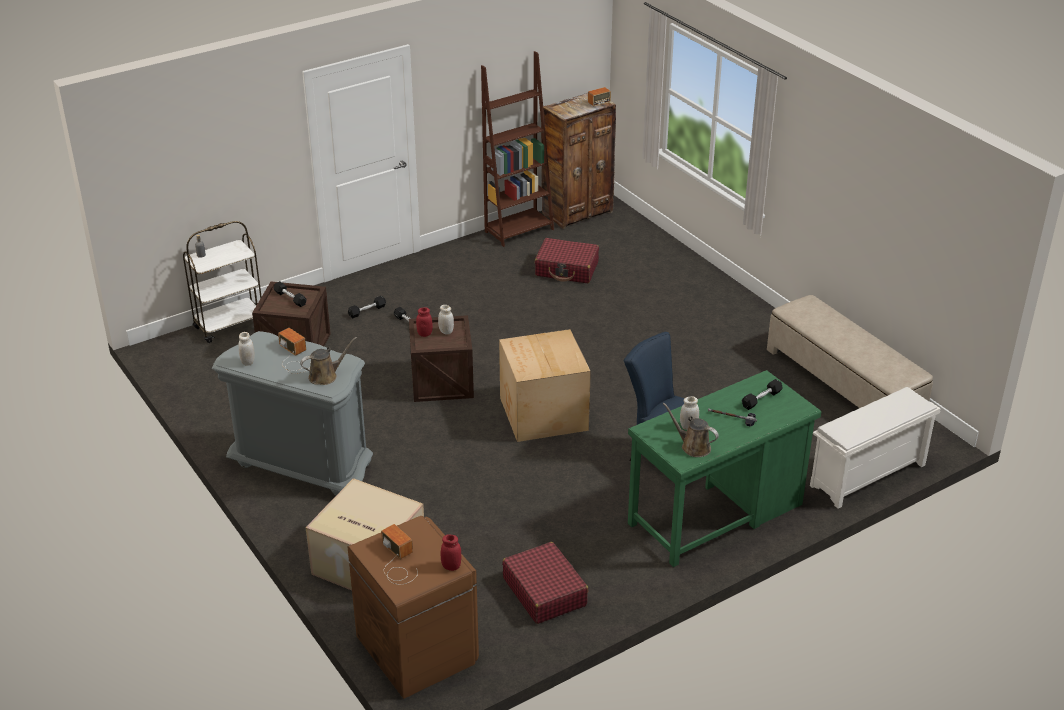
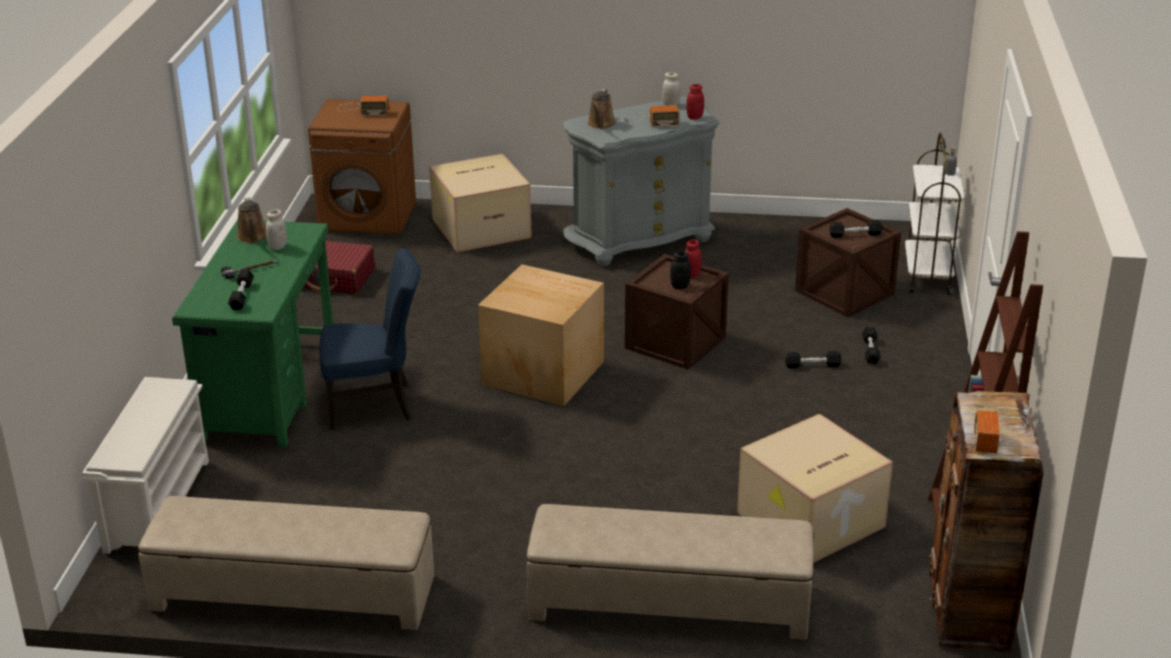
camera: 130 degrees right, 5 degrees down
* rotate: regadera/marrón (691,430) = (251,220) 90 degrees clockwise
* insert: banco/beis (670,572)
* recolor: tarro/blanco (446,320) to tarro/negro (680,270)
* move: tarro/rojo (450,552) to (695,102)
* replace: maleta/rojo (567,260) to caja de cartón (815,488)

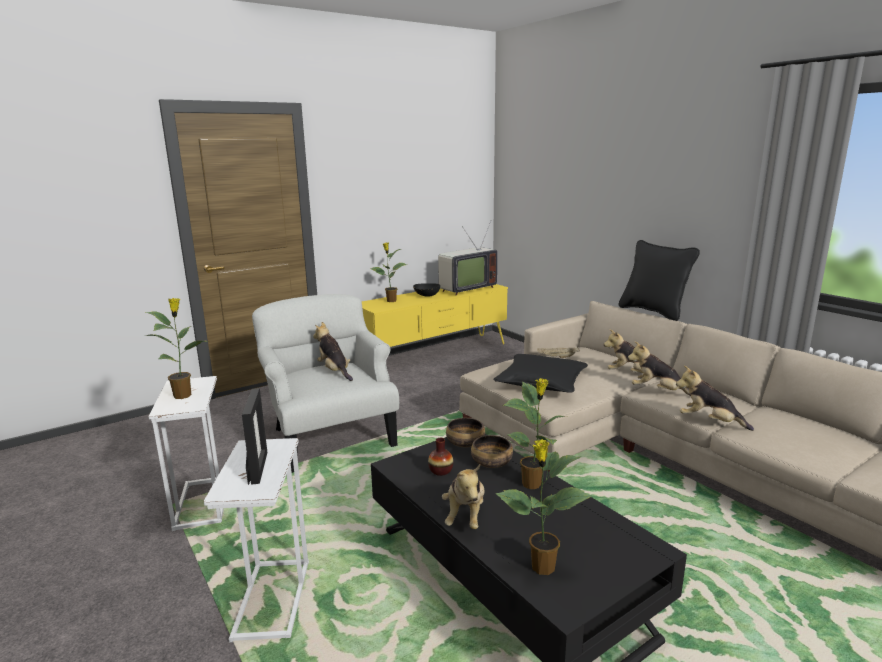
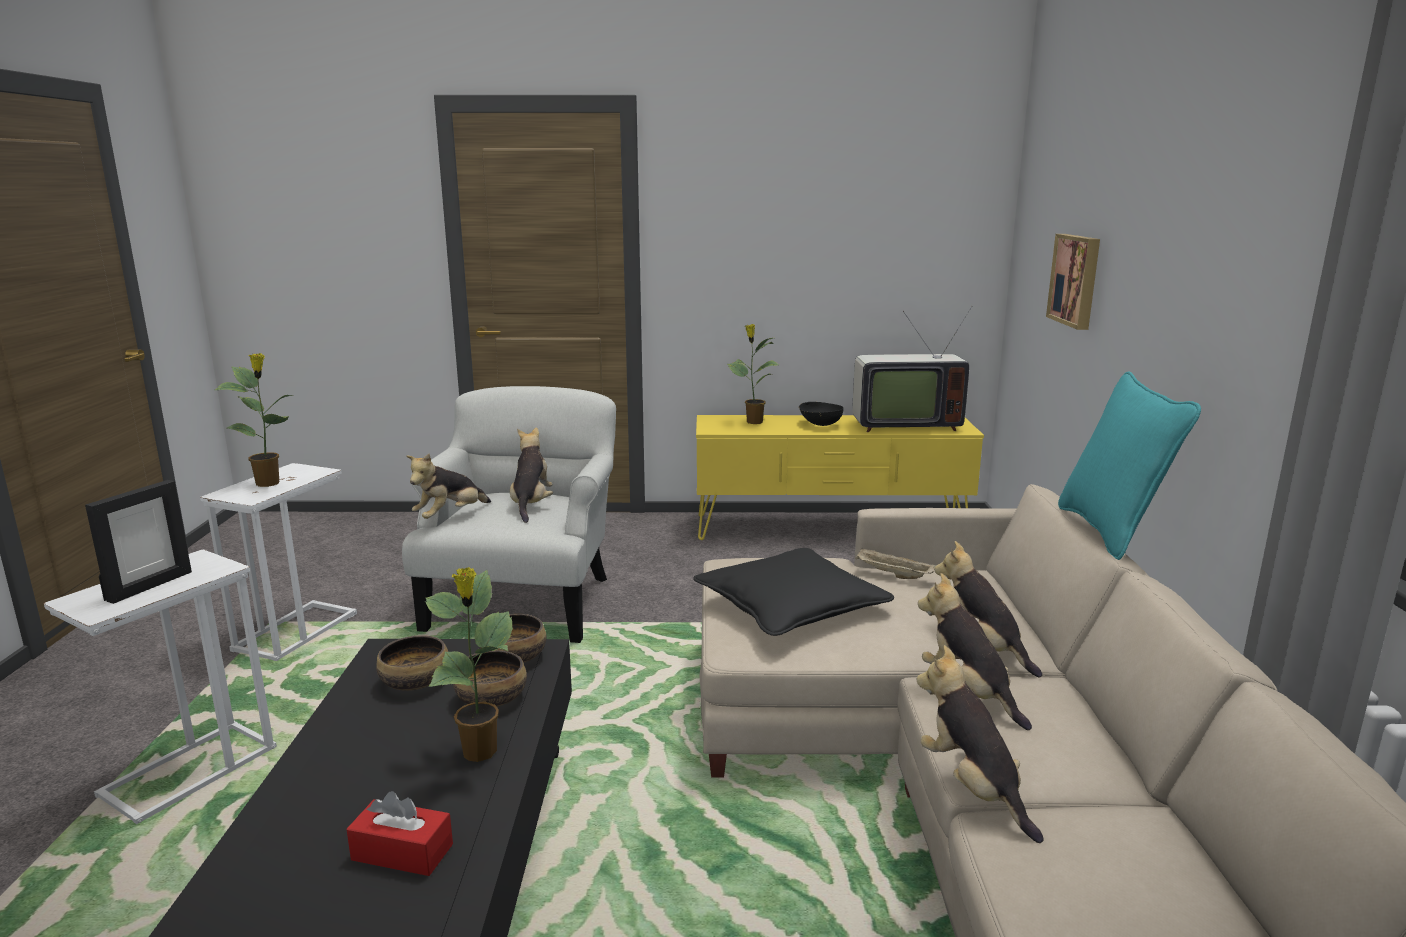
camera: 35 degrees right, 0 degrees up
* insert: caja de pañuelos/rojo (399,833)
* replace: florero (440,457) to cuenco (412,663)
* move: peluche (463,497) to (448,486)
* insert: cuadro (1073,282)
* recolor: cojín/negro (659,280) to cojín/turquesa (1129,465)
* delete: planta en maceta (543,507)

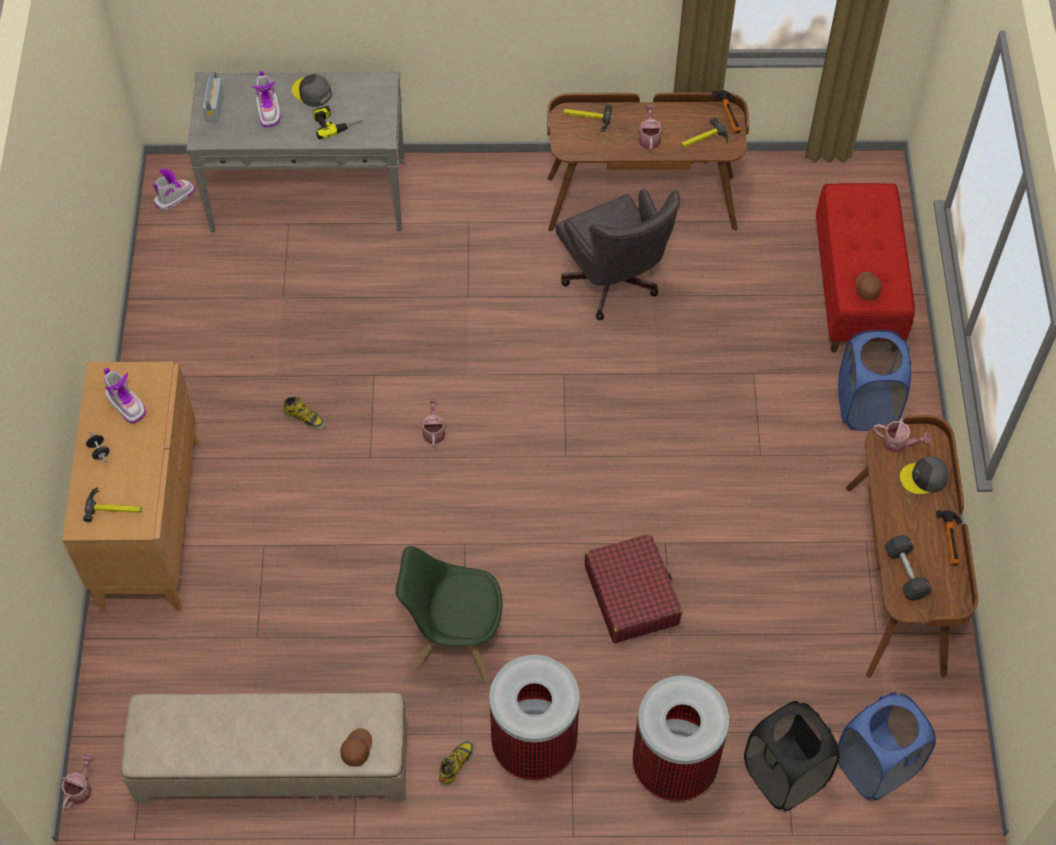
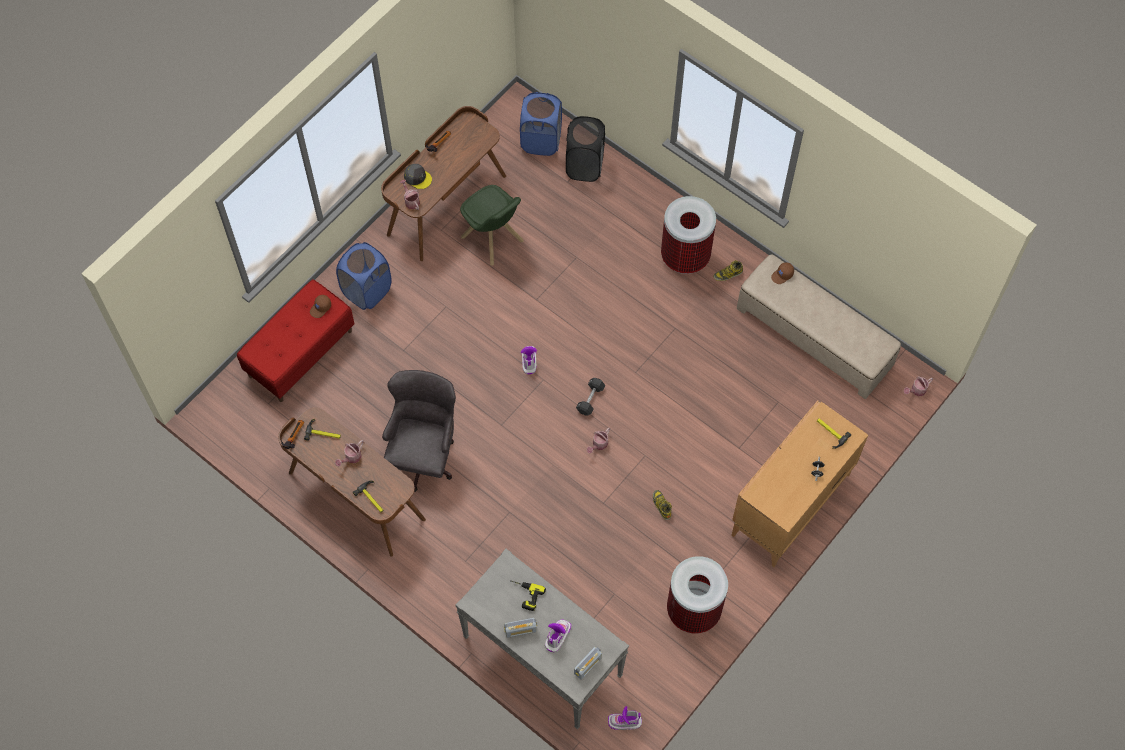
camera: 140 degrees left, 5 degrees up
* move: silla/verde (449,614) to (491,225)
* replace: gorra/gris (312,90) to radio (520,628)
* move: bota (125,395) to (529,360)
* move: mancuerna/negro (908,568) to (590,397)
* move: papelera (681,738) to (697,595)
* delete: maleta/rojo (633,588)

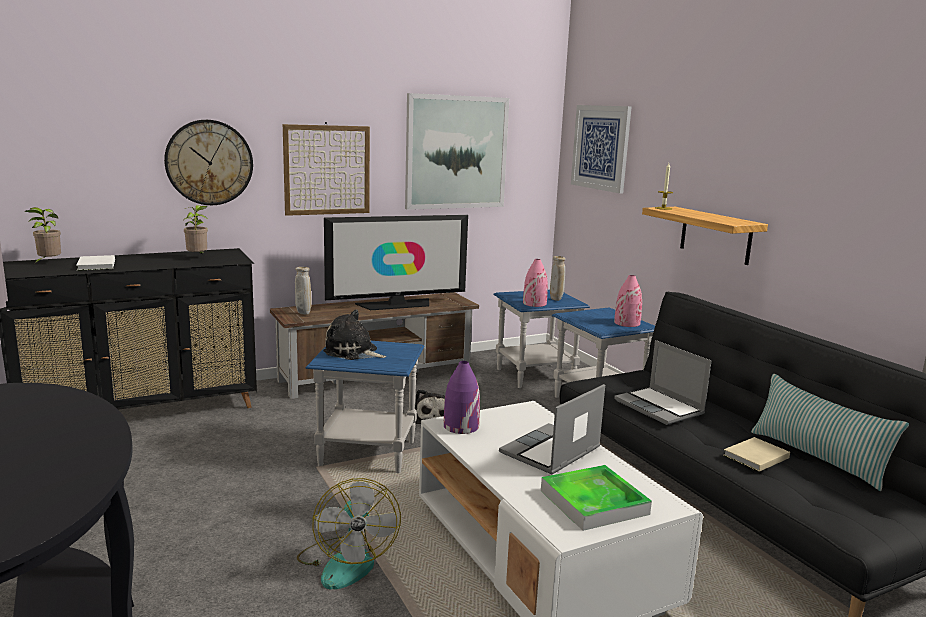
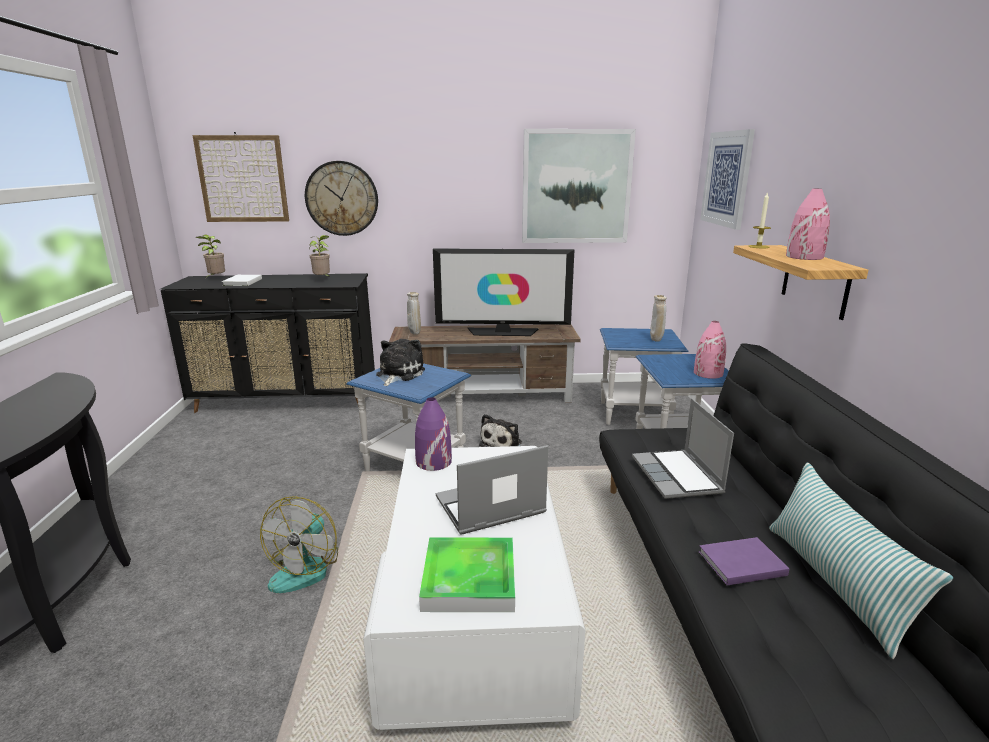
camera: 25 degrees right, 5 degrees up
* move: cuadro (326,169) to (240,177)
* rotate: peluche (354,335) = (400,362) 60 degrees clockwise
* recolor: libro/beis (756,454) to libro/morado (744,561)
* move: florero/rosa (535,283) to (808,224)

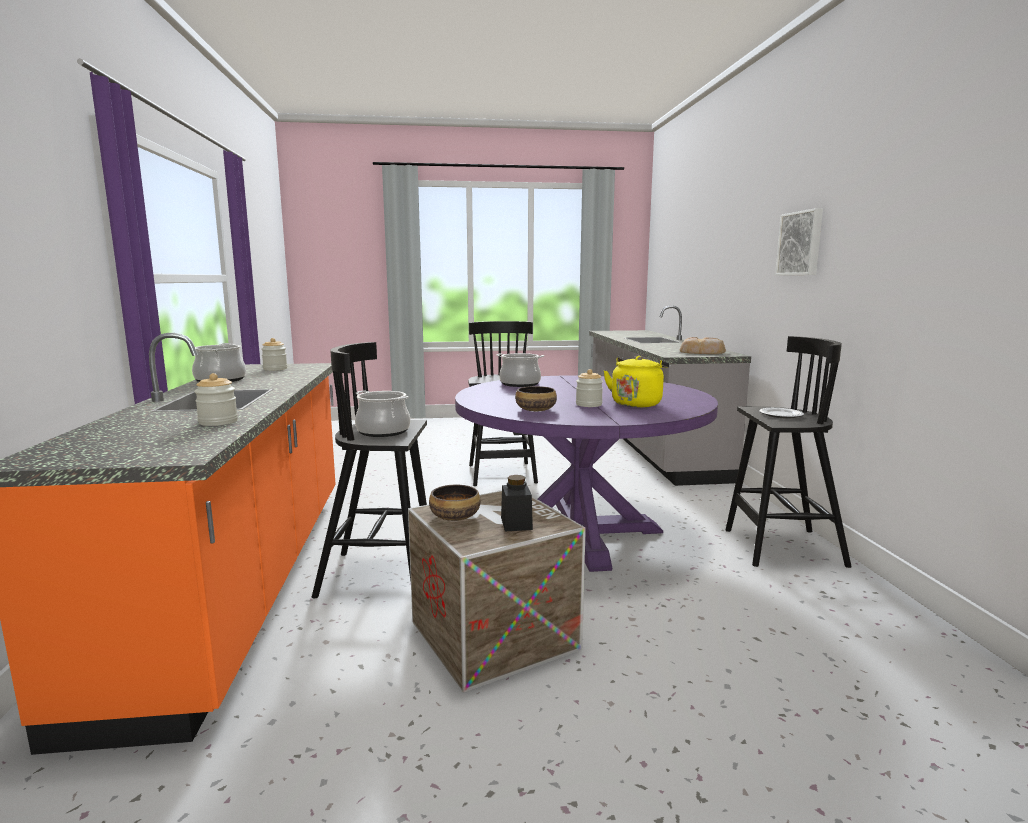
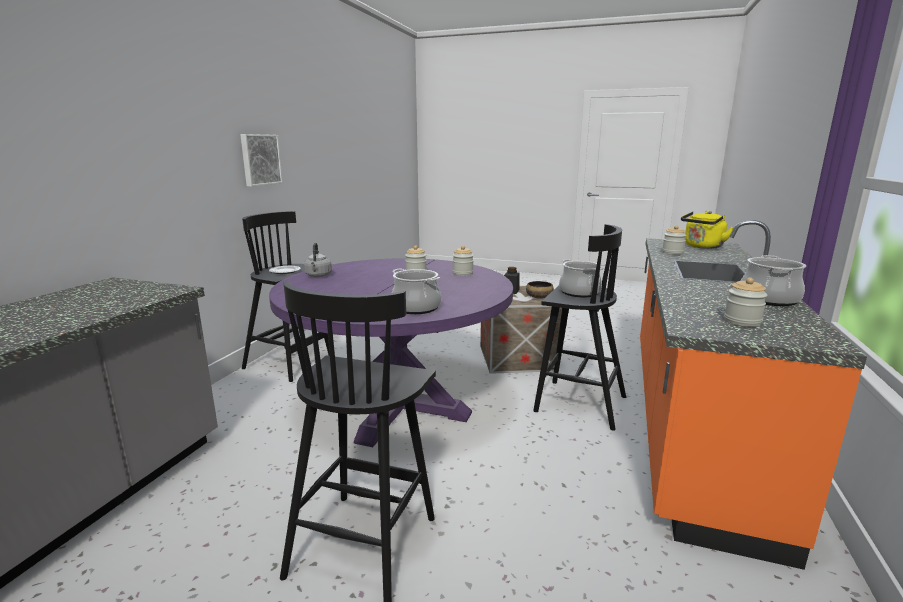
camera: 155 degrees left, 5 degrees up
* move: cuadro (799,241) to (261,160)
* insert: hervidor/gris (318,260)
* replace: cuenco (536,398) to tarro (463,261)
* move: hervidor/amarillo (636,381) to (707,230)
* delete: pan (703,345)

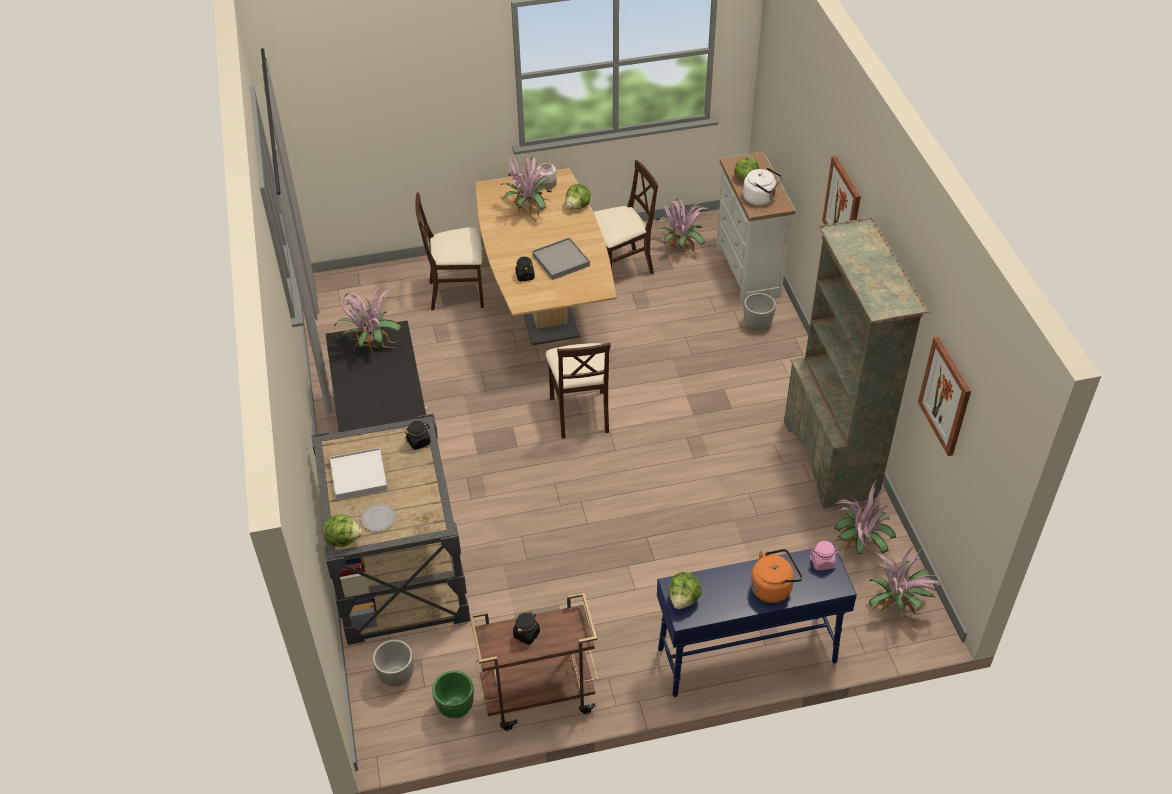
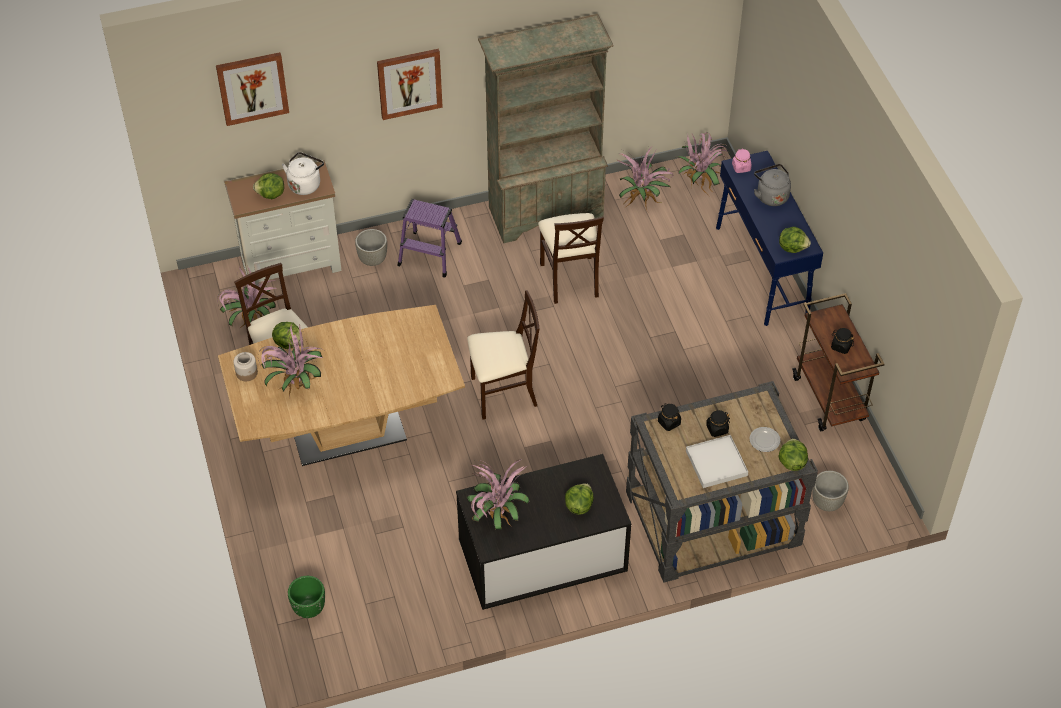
camera: 95 degrees left, 5 degrees up
* move: cuadro (944,396) to (252,89)
* move: maceta/verde (453,695) to (306,597)
* insert: escalera de tijera/morado (429,238)
* move: silla/beis (449,251) to (571,258)
* insert: lechuga (579,499)
* move: tarro/negro (525,269) to (718,423)
* recolor: hervidor/naranja (776,576) to hervidor/gris (772,185)
* delete: bandeja/gris (561,258)

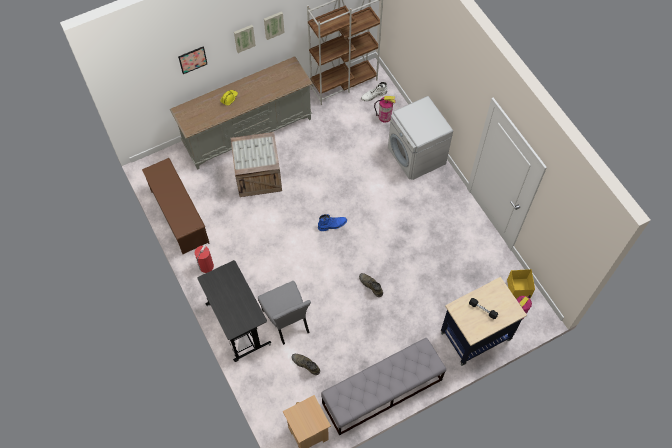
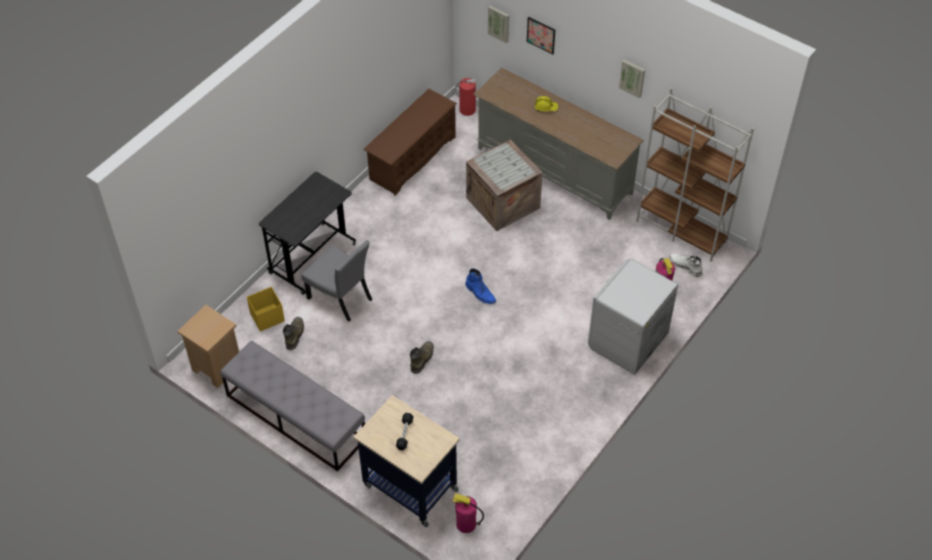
camera: 65 degrees right, 10 degrees down
* move: caja de almacenaje/amarillo (521,284) to (266,309)
* rotate: silla/gris (284,313) = (337,281) 90 degrees counterclockwise
* move: extintor (204,258) to (464,97)
* move: cuadro (245,39) to (498,24)

